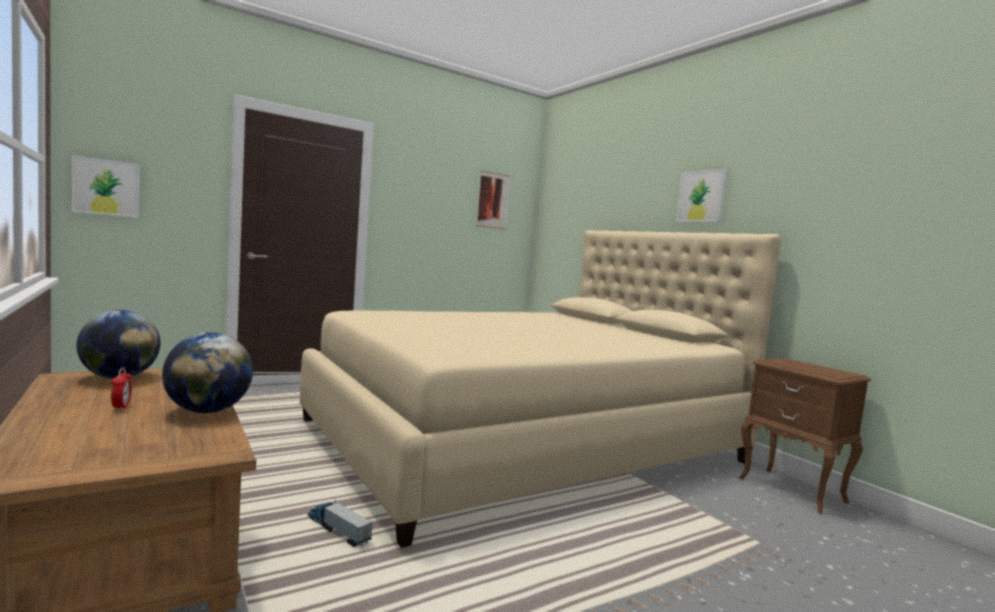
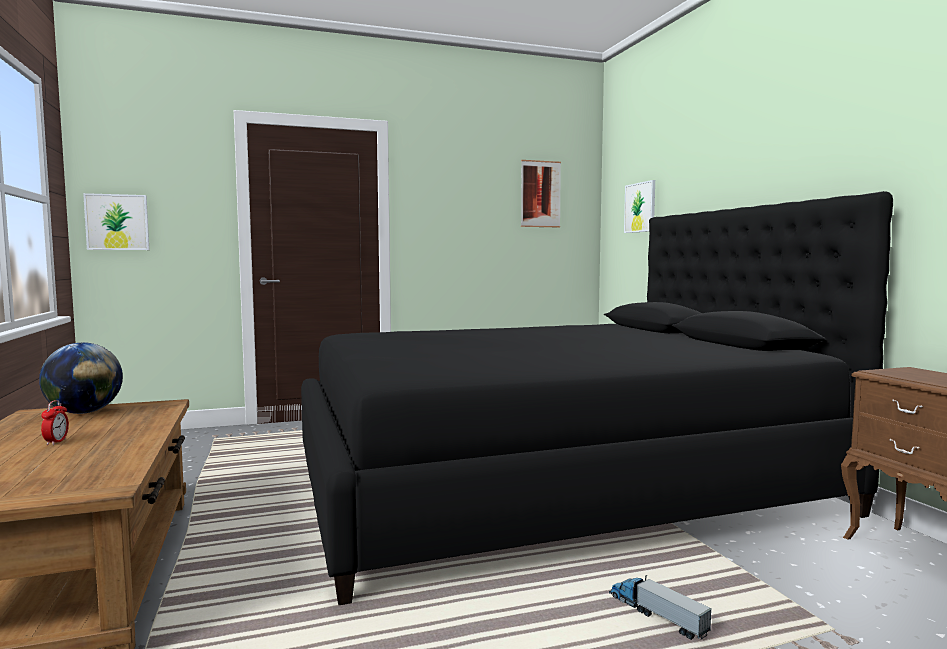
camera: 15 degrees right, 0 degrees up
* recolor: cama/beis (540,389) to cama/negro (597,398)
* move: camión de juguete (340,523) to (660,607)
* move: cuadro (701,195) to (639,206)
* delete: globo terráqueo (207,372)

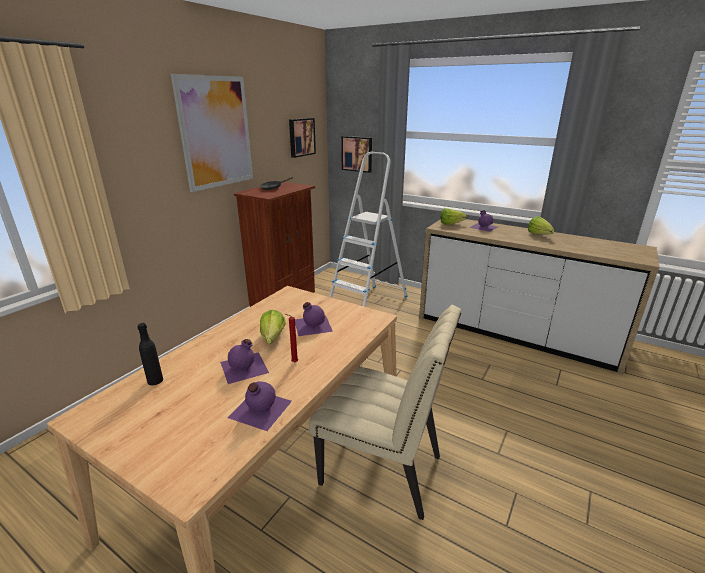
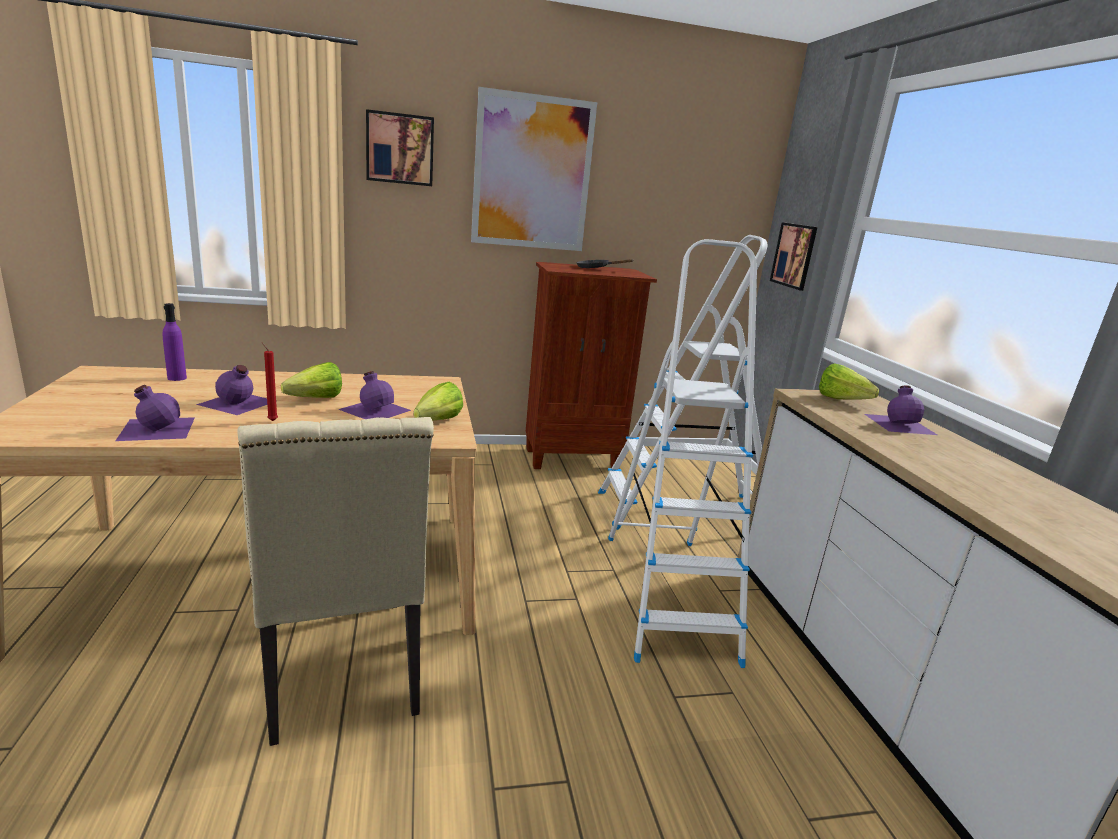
camera: 45 degrees right, 5 degrees down
* recolor: botella/negro (150,354) to botella/morado (174,342)
* move: cuadro (302,138) to (400,147)
* move: lechuga (541,225) to (438,401)
* insert: escalera de tijera/blanco (682,453)

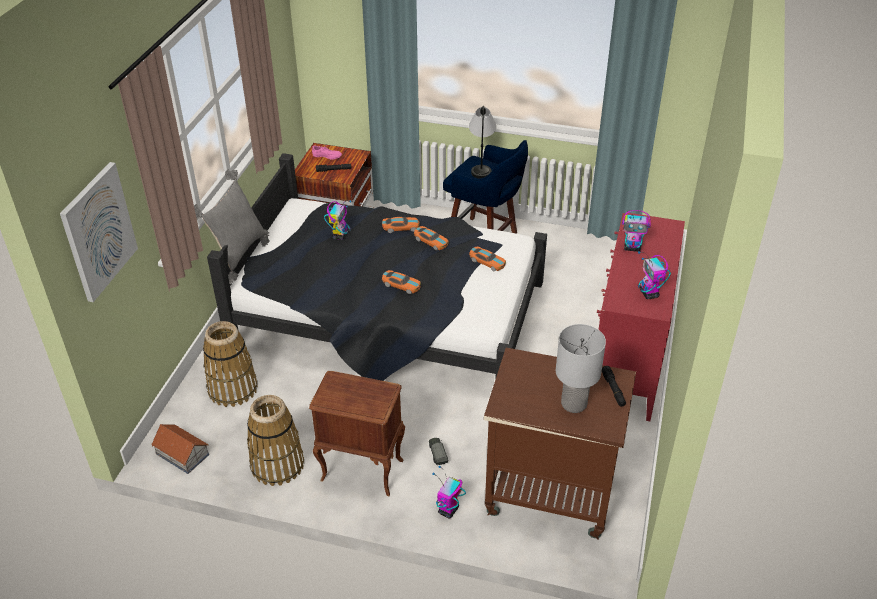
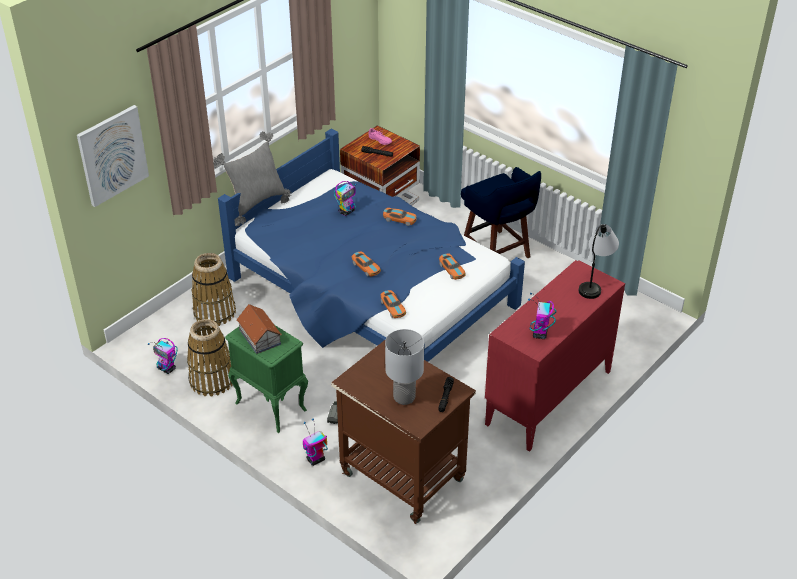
camera: 25 degrees right, 0 degrees up
* move: robot de juguete (636,231) to (162,356)
* recolor: cama/negro (377,267) to cama/azul (371,245)
* recolor: mesita de noche/marrón (357,434) to mesita de noche/verde (266,379)
* move: casita (180,449) to (259,329)
* move: coche de juguete (431,238) to (393,304)
* move: lámpara de mesa (482,142) to (599,261)

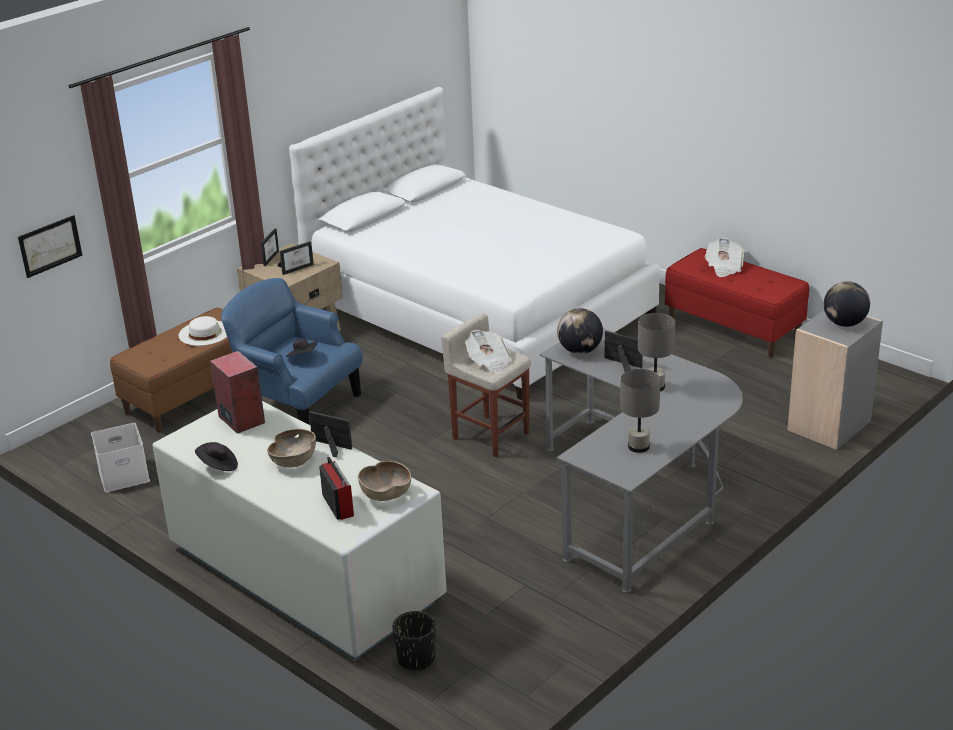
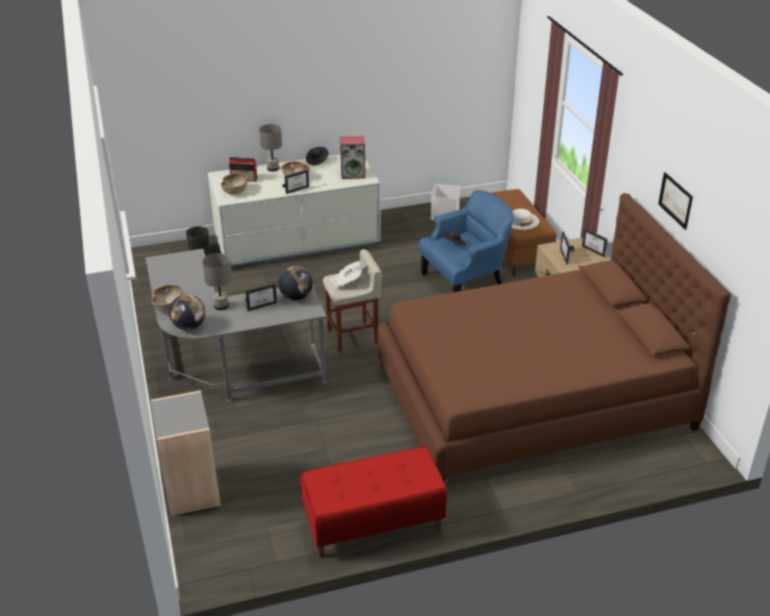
camera: 120 degrees right, 5 degrees up
* insert: cuenco/marrón (167,298)
* move: globo terráqueo (847,304) to (187,312)
* move: lámpara de mesa/gris (640,411) to (270,147)
* recolor: cama/blanco (474,243) to cama/marrón (554,337)
* move: cuadro (50,246) to (675,201)
* delete: periódico (724,257)

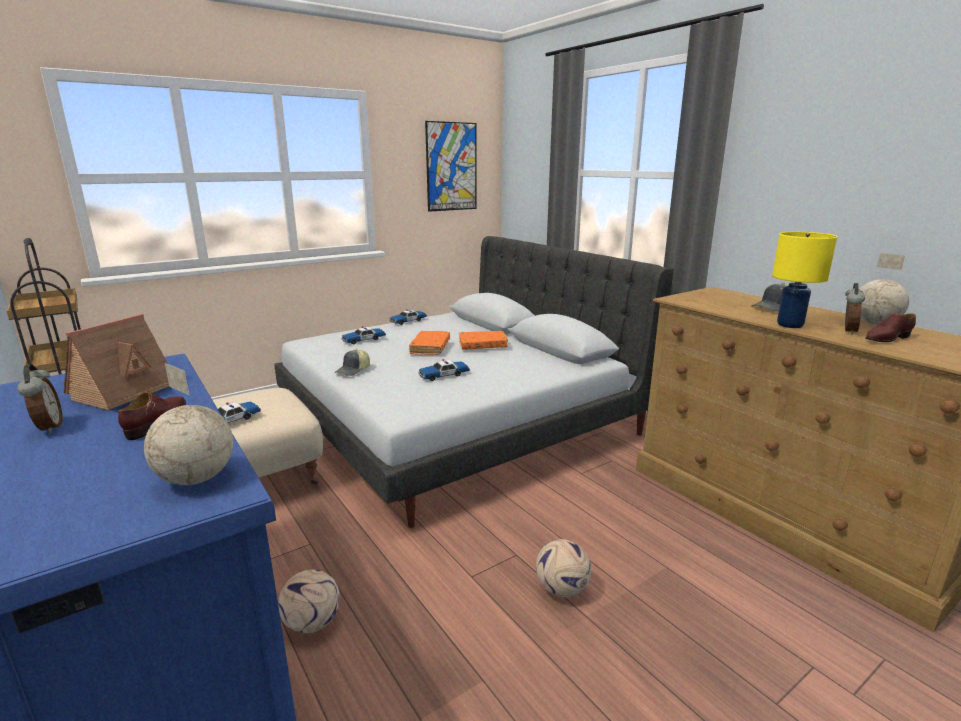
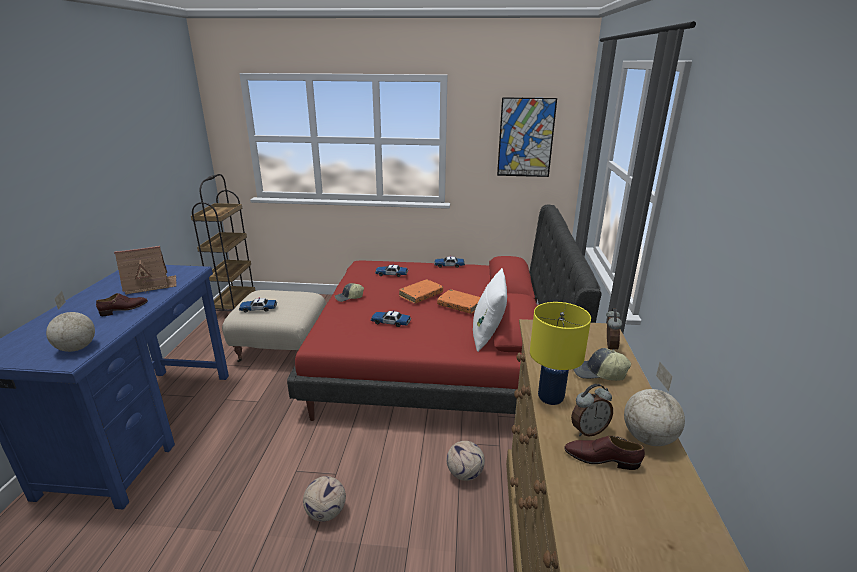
camera: 40 degrees right, 5 degrees up
* recolor: cama/gris (474,382) to cama/rojo (444,313)
* move: balón de fútbol (309,601) to (466,461)
* insert: cojín/blanco (490,310)
* move: despertador (40,399) to (614,329)

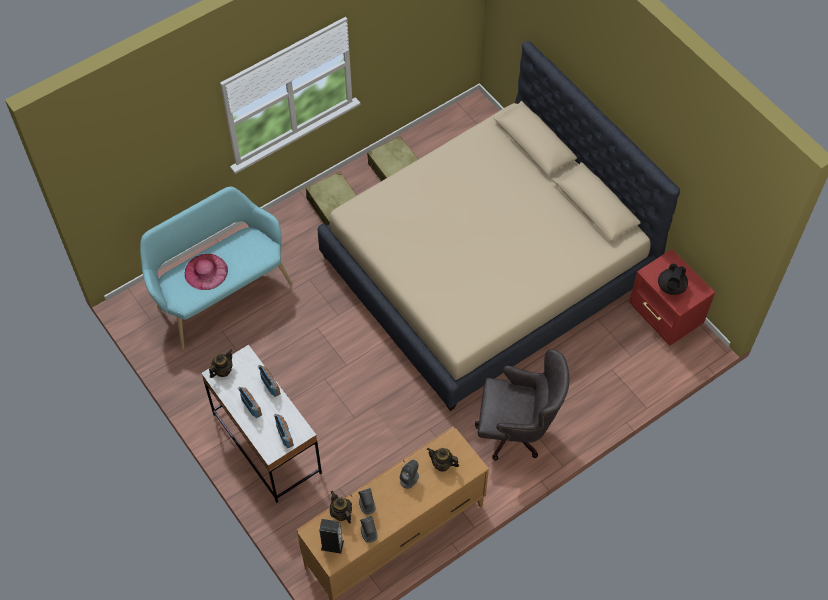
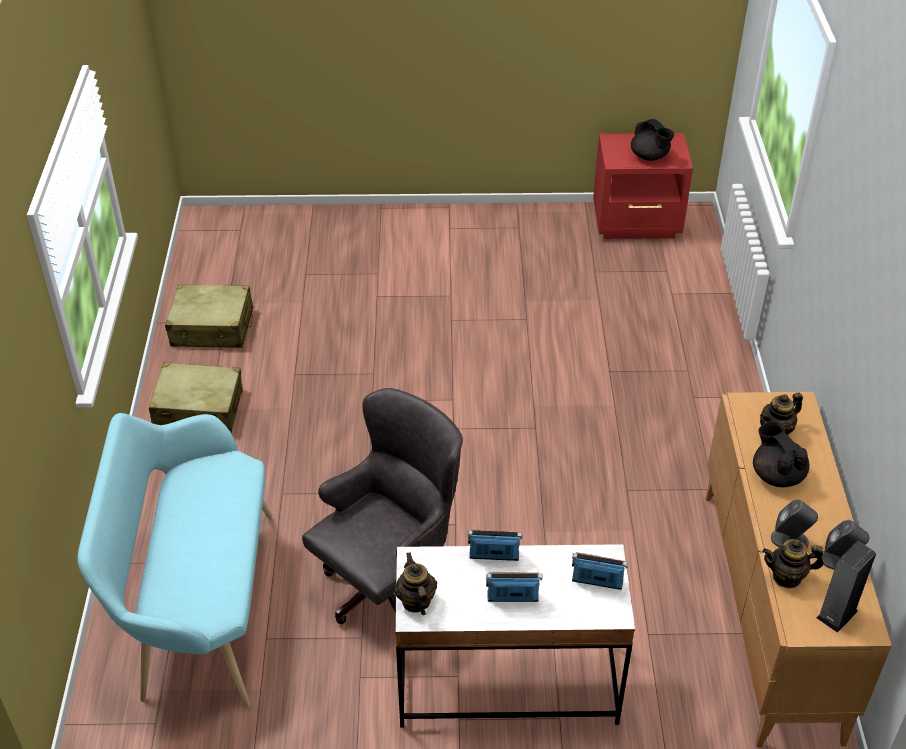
camera: 55 degrees left, 15 degrees down
* move: silla de oficina/gris (522,404) to (382,506)
* replace: altavoz/gris (409,474) to tetera/negro (781,454)
* delete: sombrero/rosa (206,272)
* delete: cama/beis (498,226)

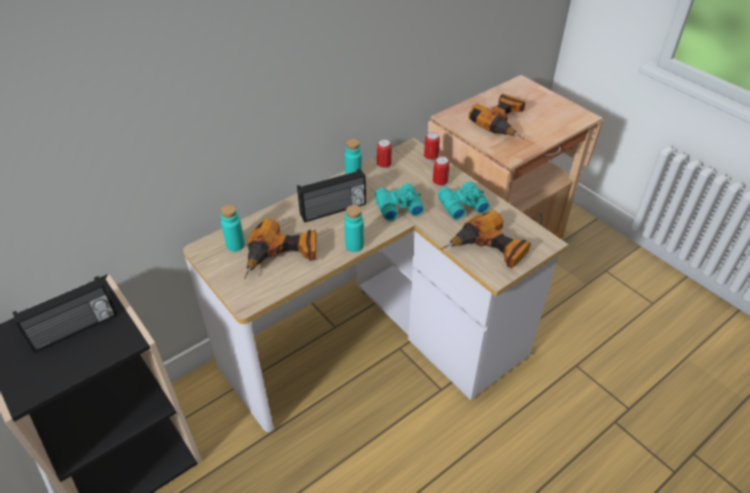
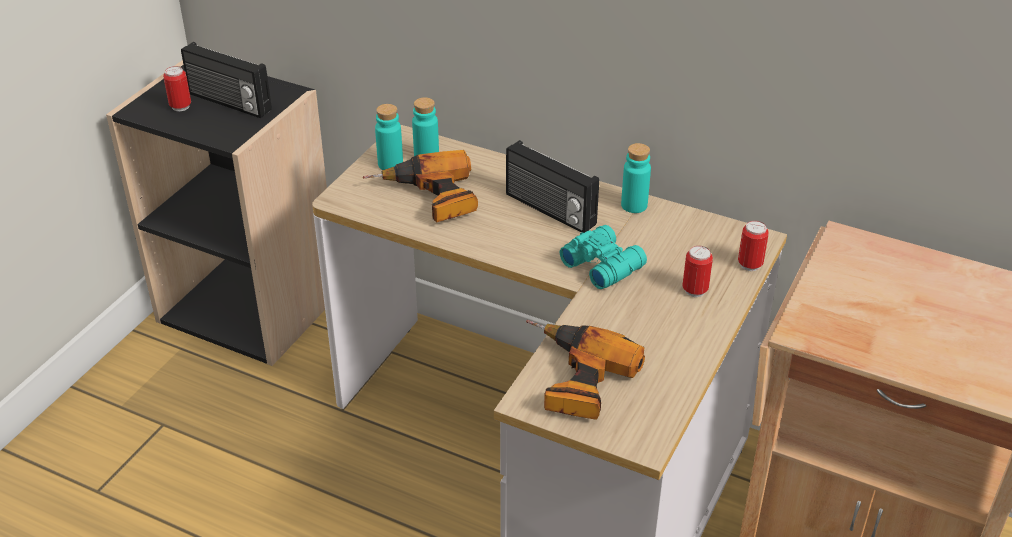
camera: 65 degrees right, 5 degrees down
* move: lata (384,154) to (177,88)
* move: botella/turquesa (354,228) to (389,137)
* delete: prismáticos/turquesa (464,200)
* delete: taladro (497,116)

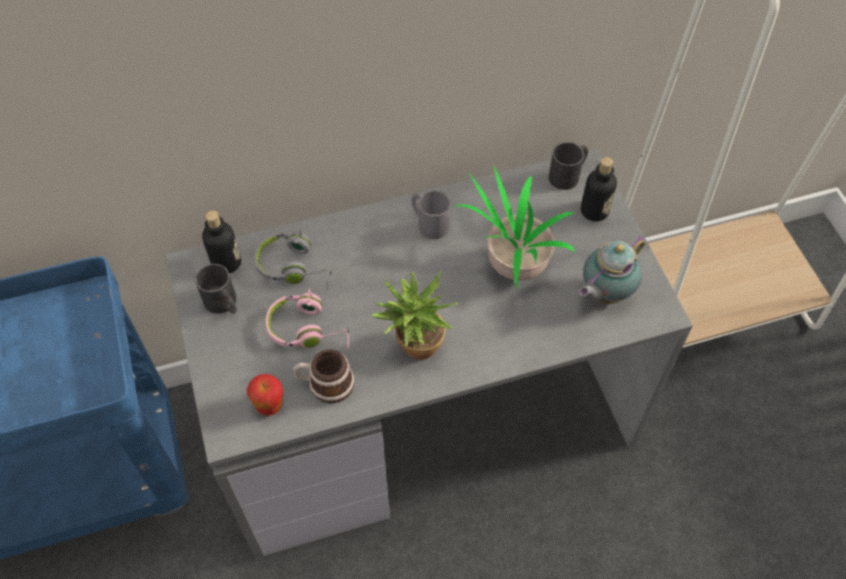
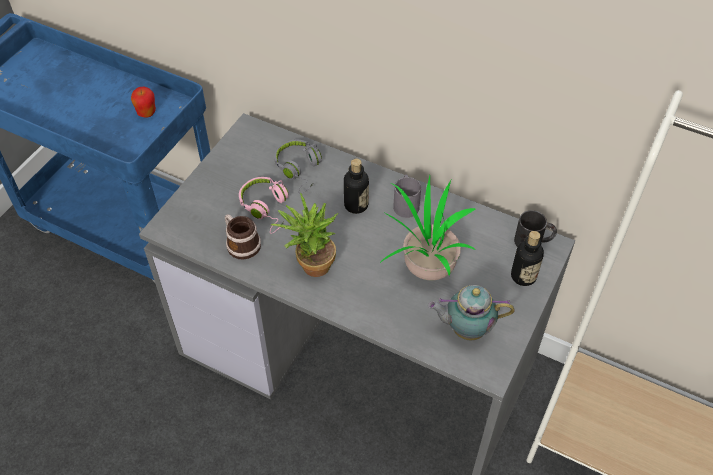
camera: 45 degrees right, 5 degrees down
* move: manzana (265,395) to (143,102)
* move: botella (221,242) to (356,186)
* delete: taza grande/negro (216,289)

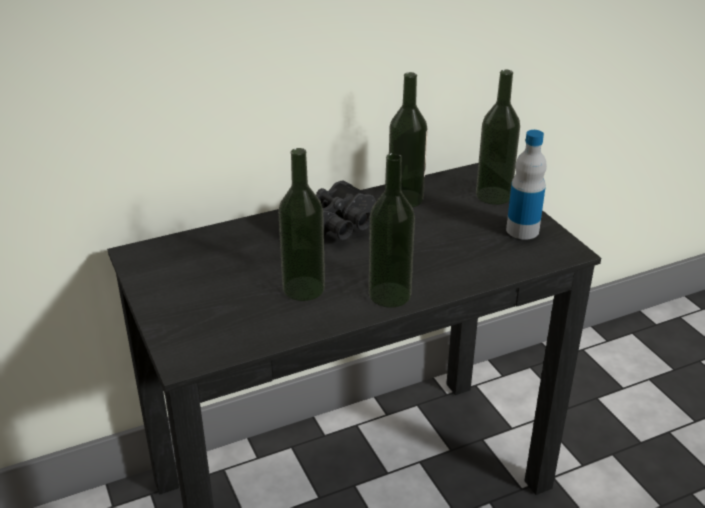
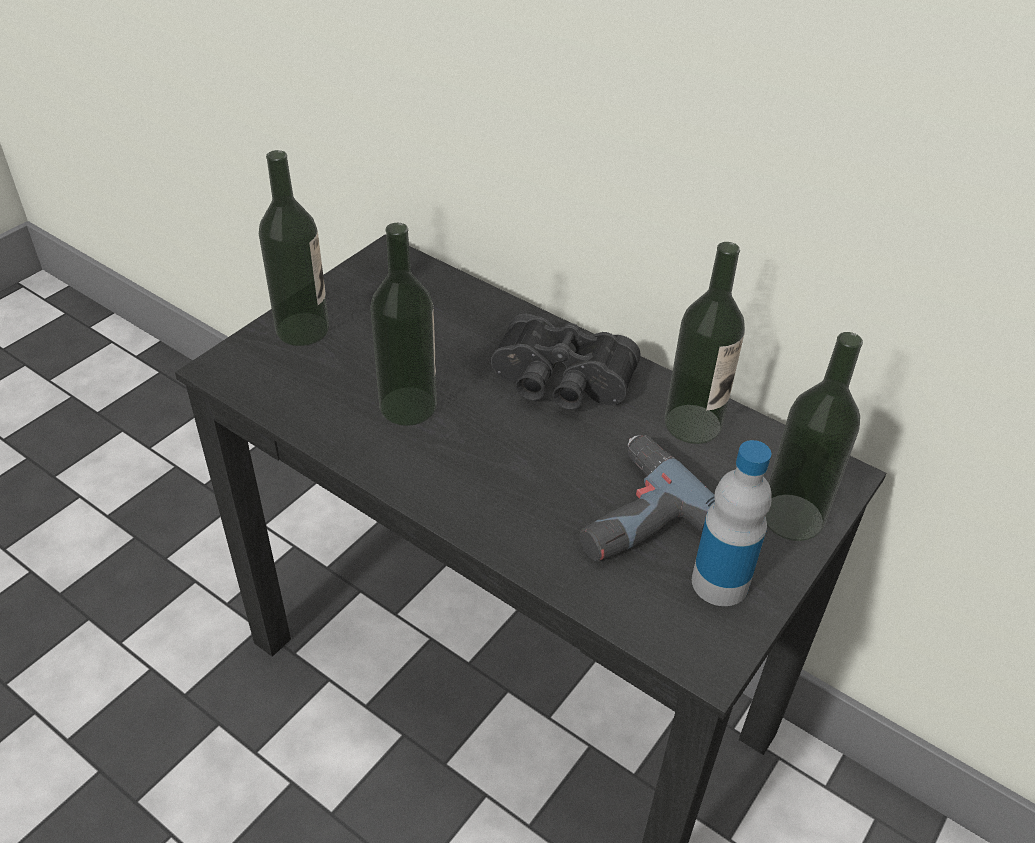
camera: 60 degrees right, 10 degrees up
* move: botella (392,230) to (294,248)
* insert: taladro (647,498)

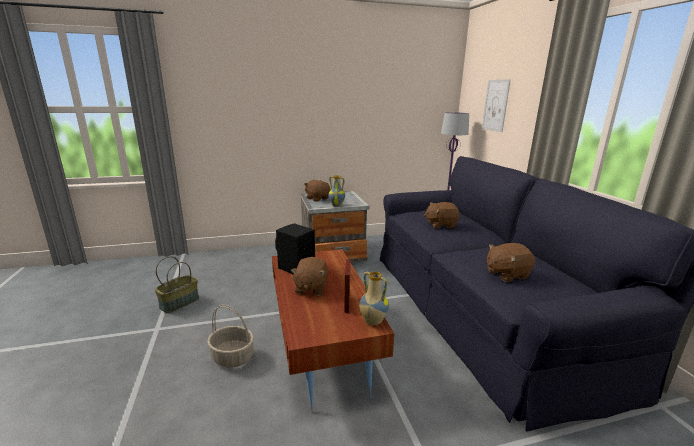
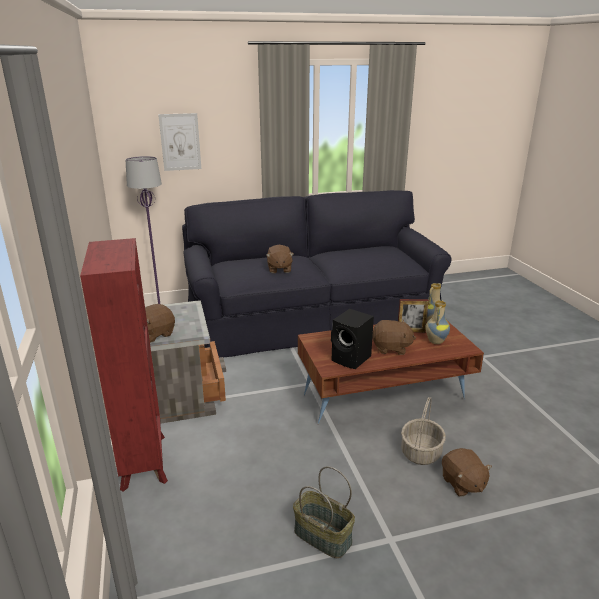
camera: 90 degrees left, 5 degrees up
* insert: estantería/rojo (124,365)
* move: florero (337,191) to (437,322)
* move: peluche/marrón (511,262) to (467,472)

